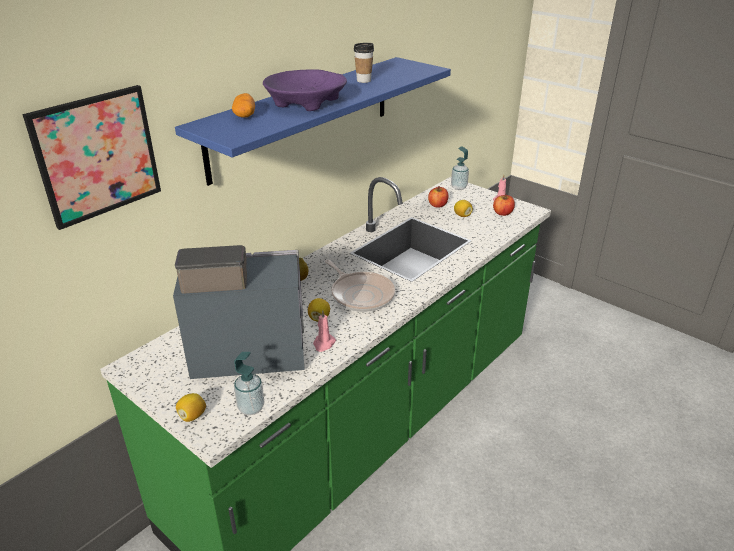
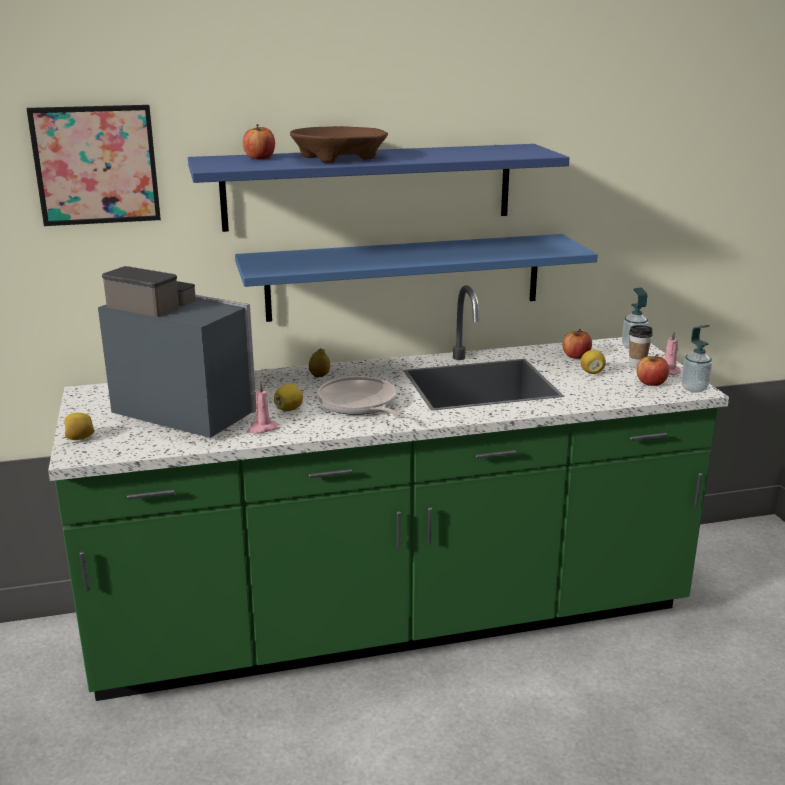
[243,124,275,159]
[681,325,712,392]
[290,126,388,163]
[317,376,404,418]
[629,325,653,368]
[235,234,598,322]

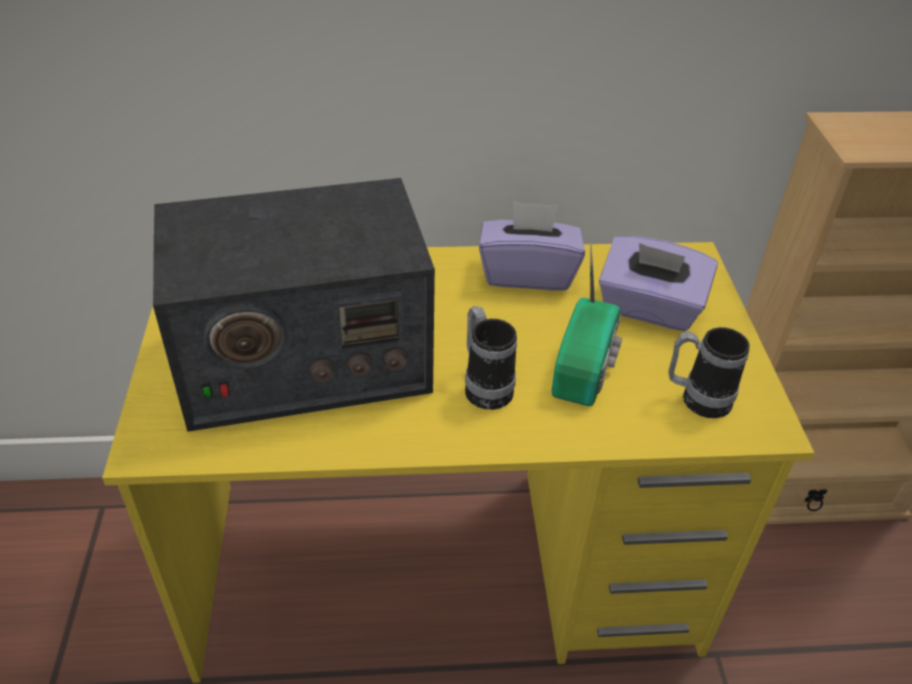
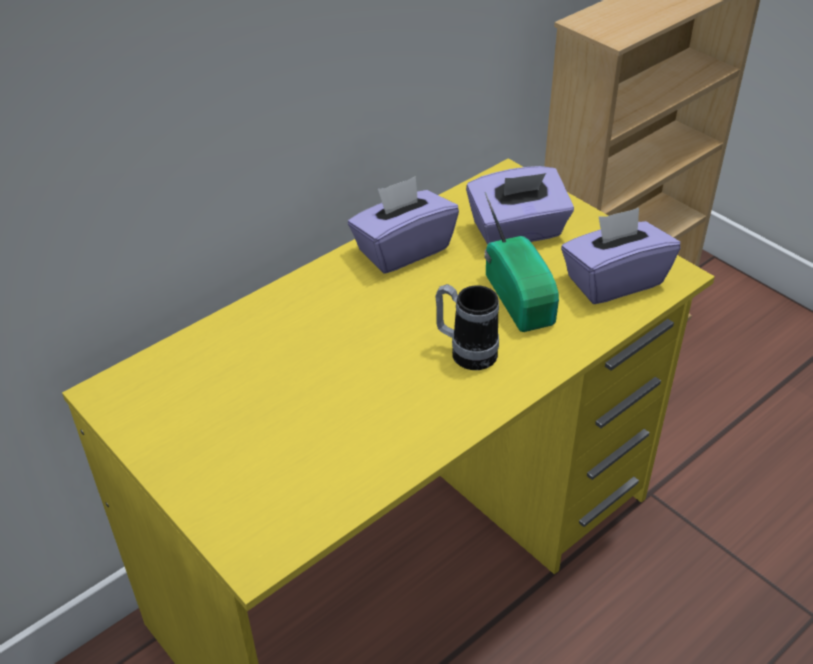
[153,178,435,432] (first image)
[561,208,680,304]

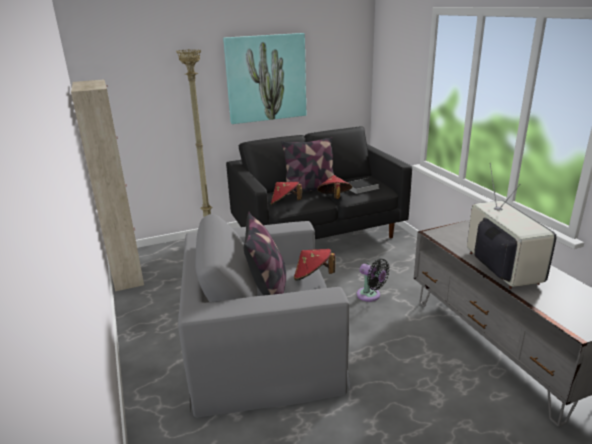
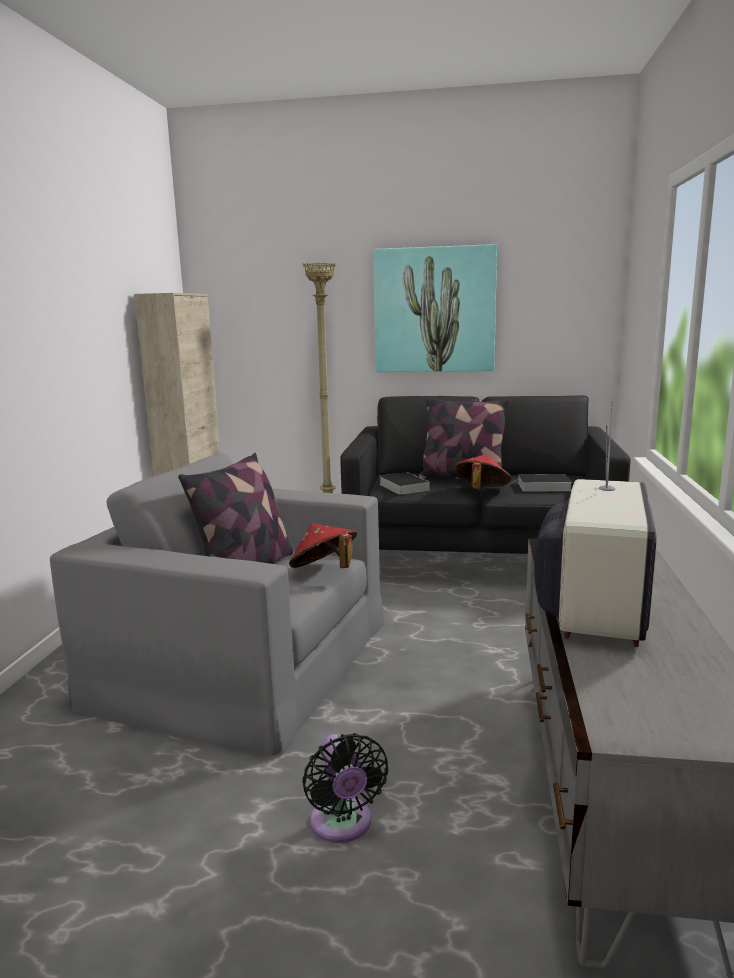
[379,472,430,495]
[302,733,388,843]

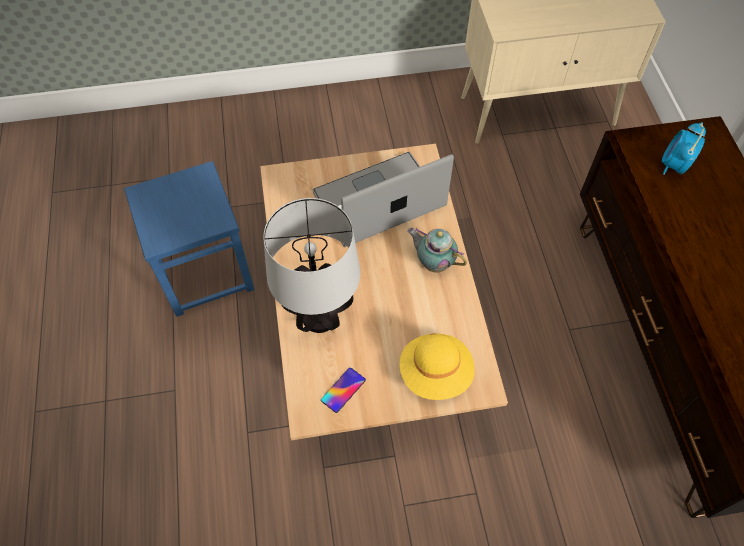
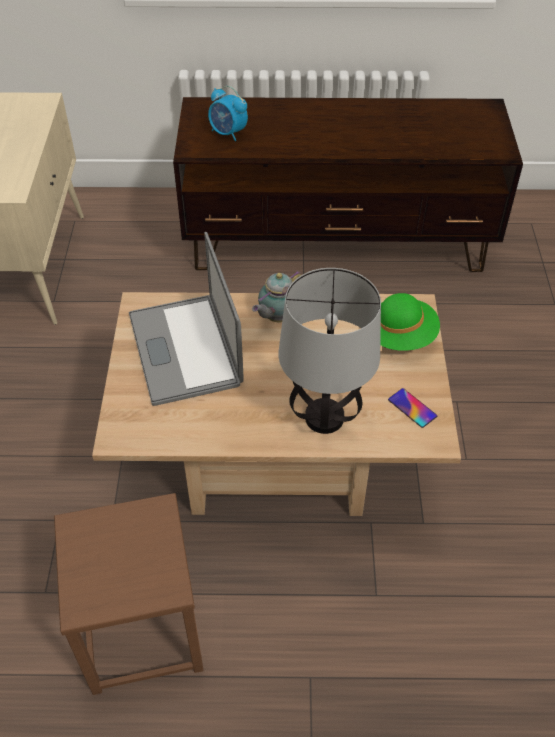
[54,493,204,695]
[380,293,440,351]

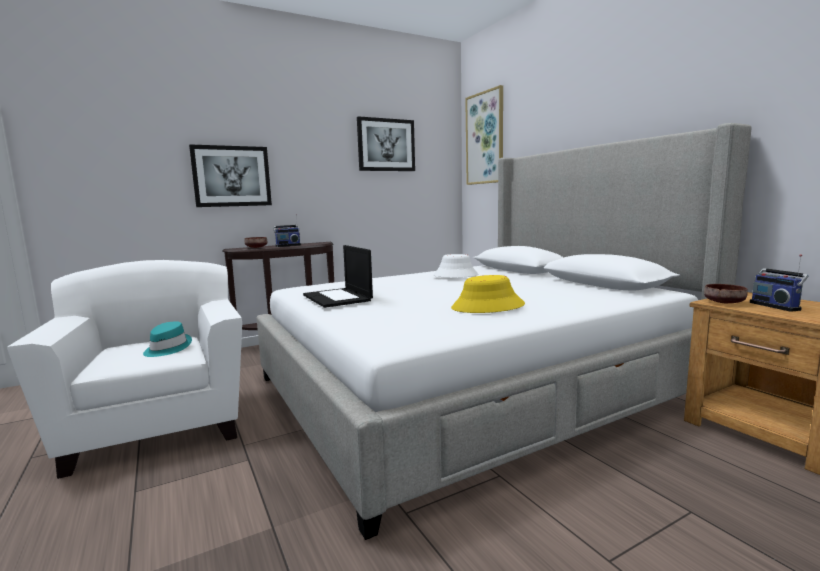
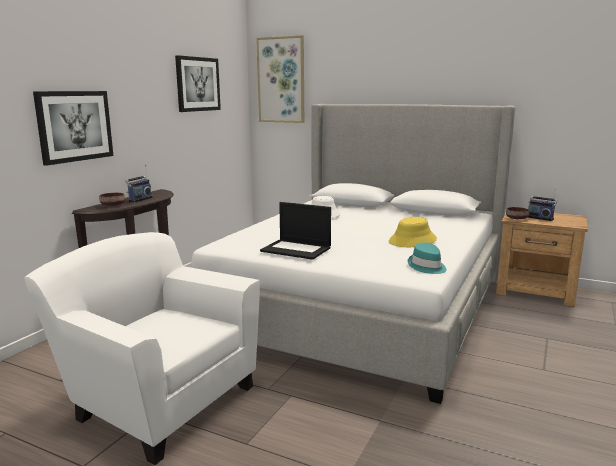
[408,243,447,274]

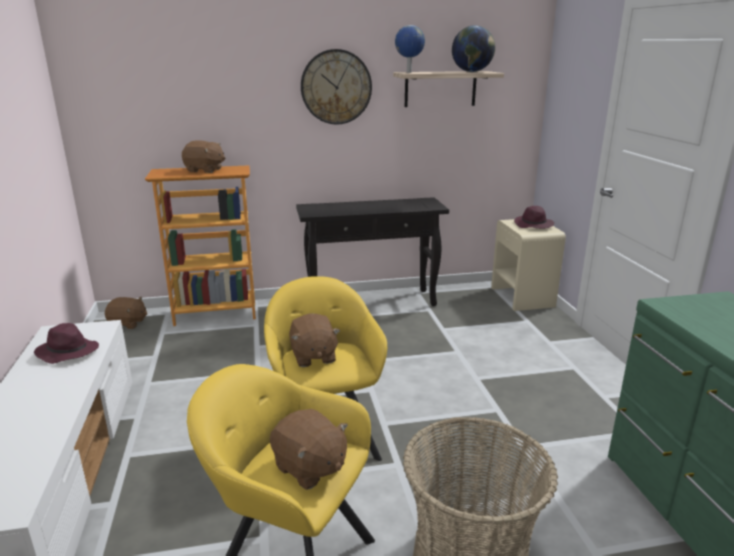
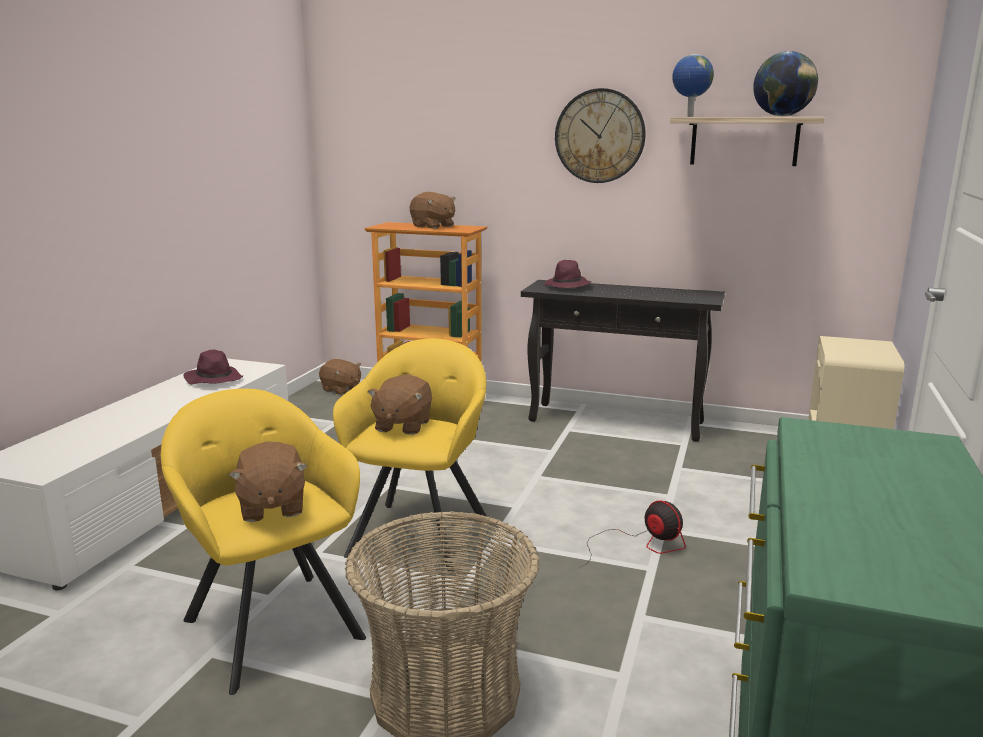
[544,260,592,288]
[579,500,686,568]

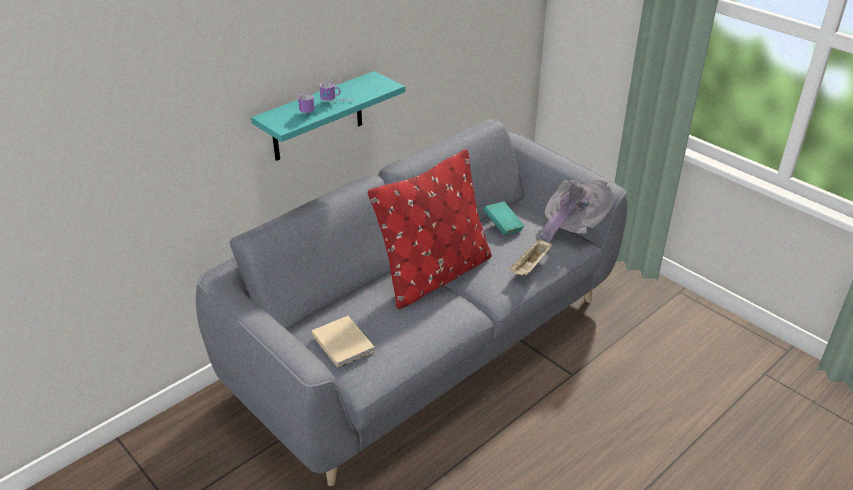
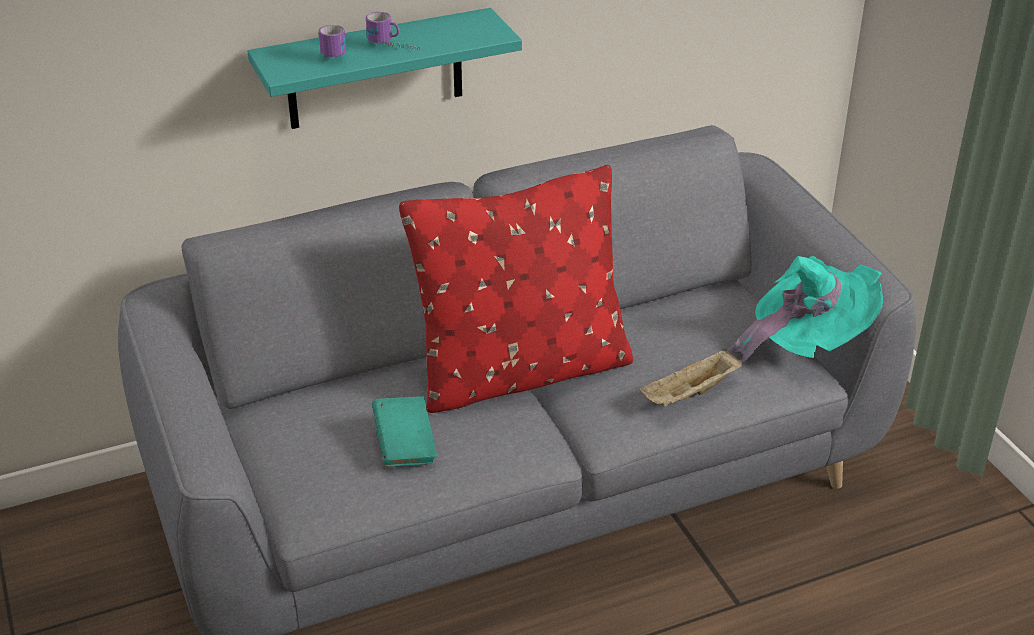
[312,316,375,368] (first image)
[372,396,437,467]
[730,256,883,366]

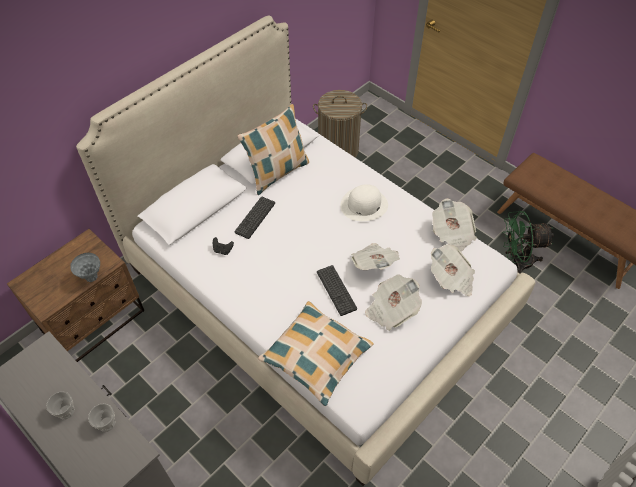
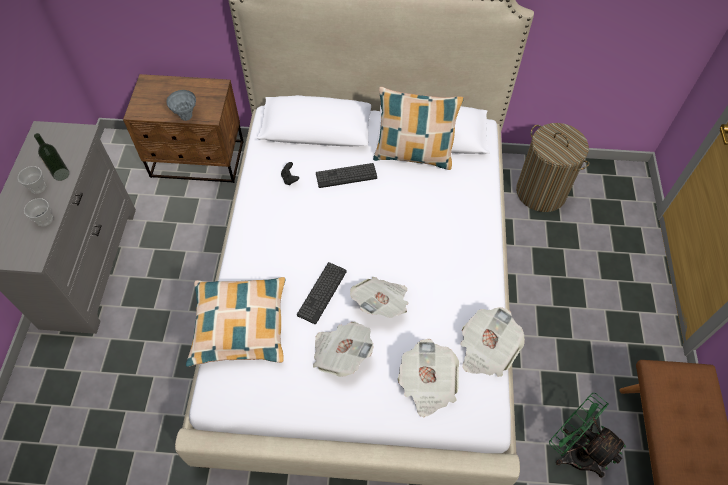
[340,184,388,221] (first image)
[34,133,69,181]

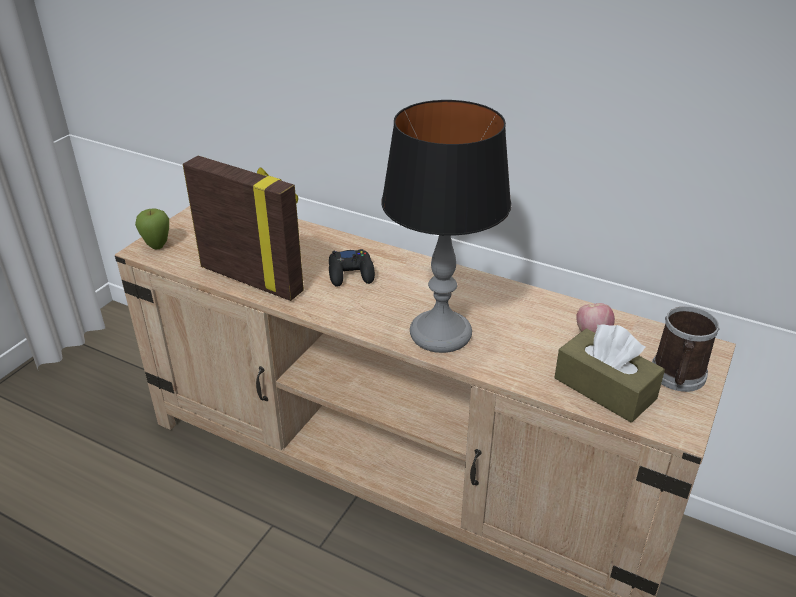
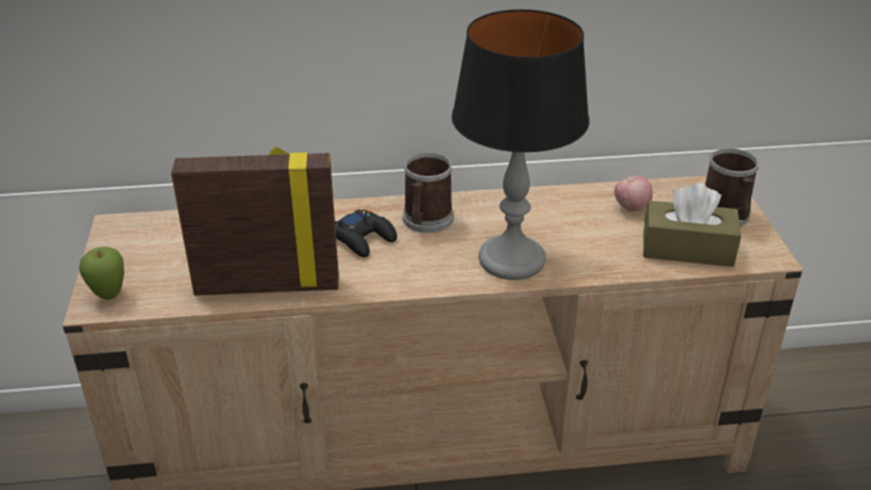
[403,153,454,233]

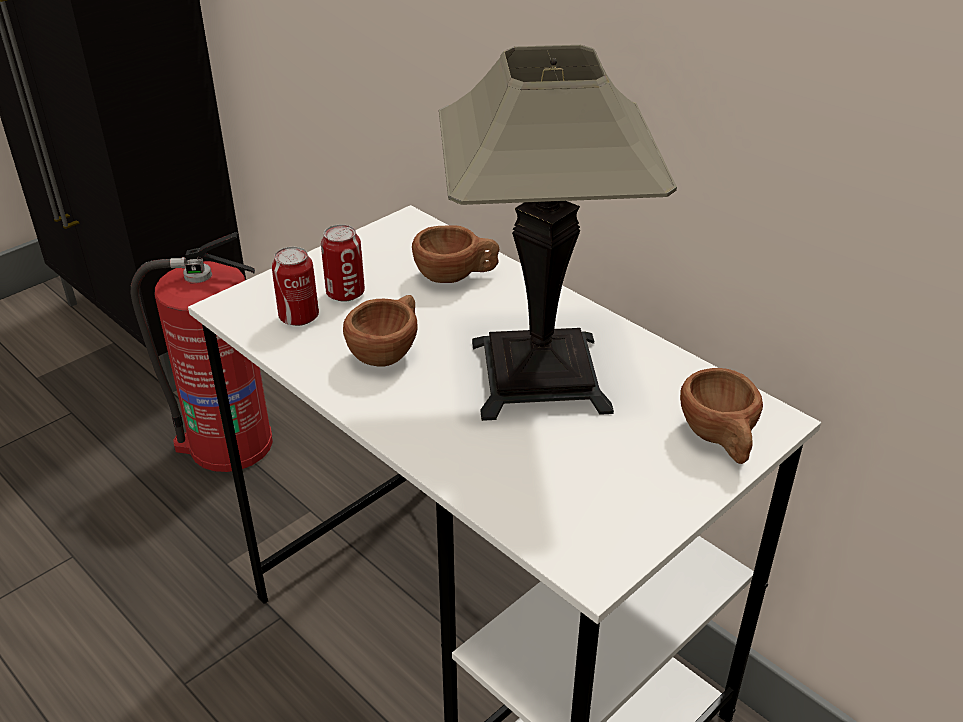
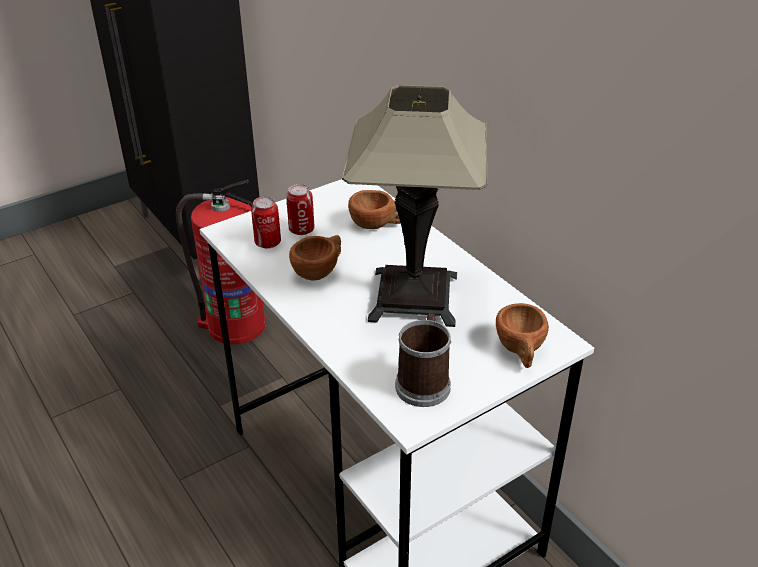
[395,313,451,407]

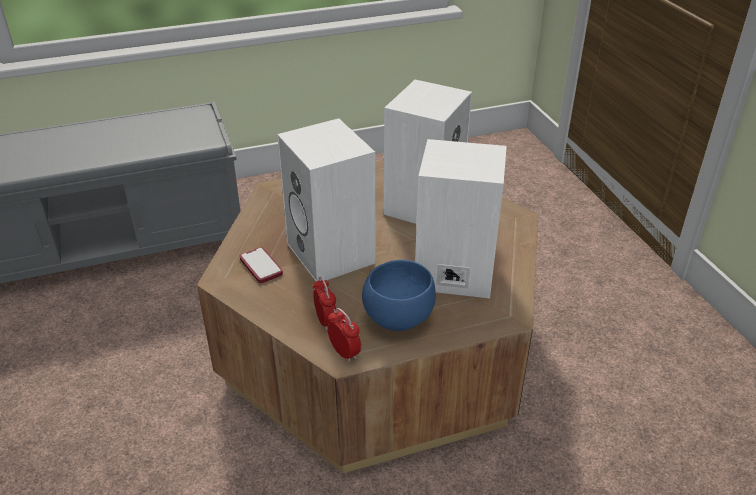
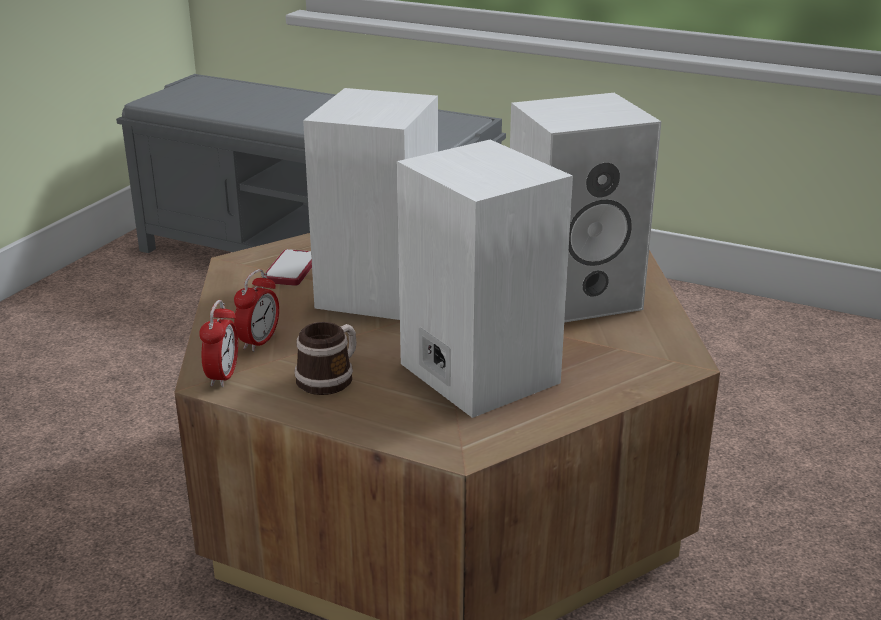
[295,322,357,395]

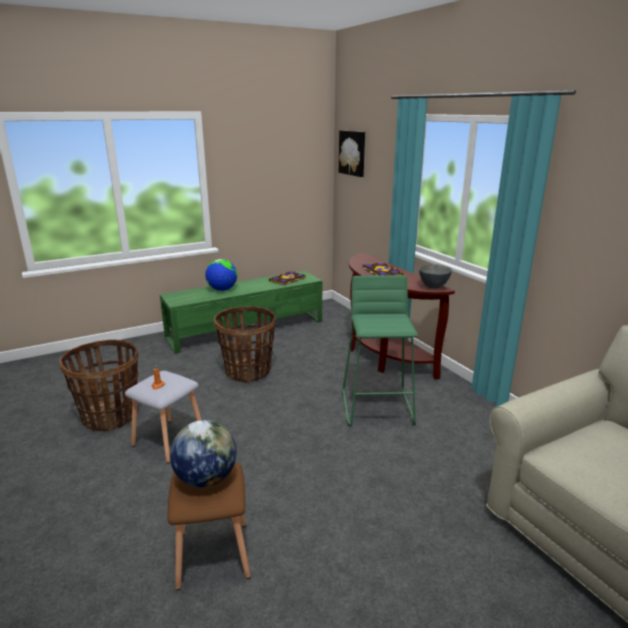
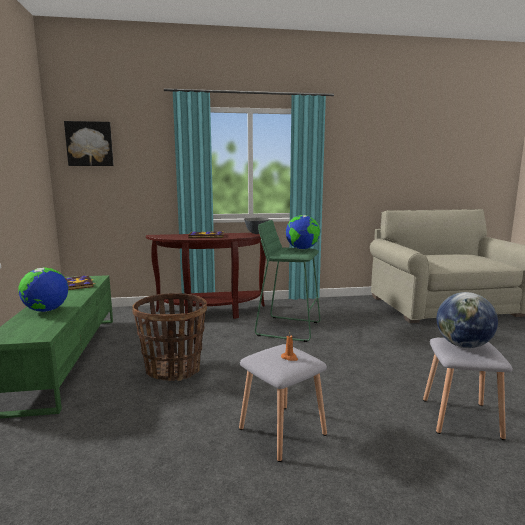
[60,340,138,431] (first image)
[423,338,513,440]
[286,215,320,250]

